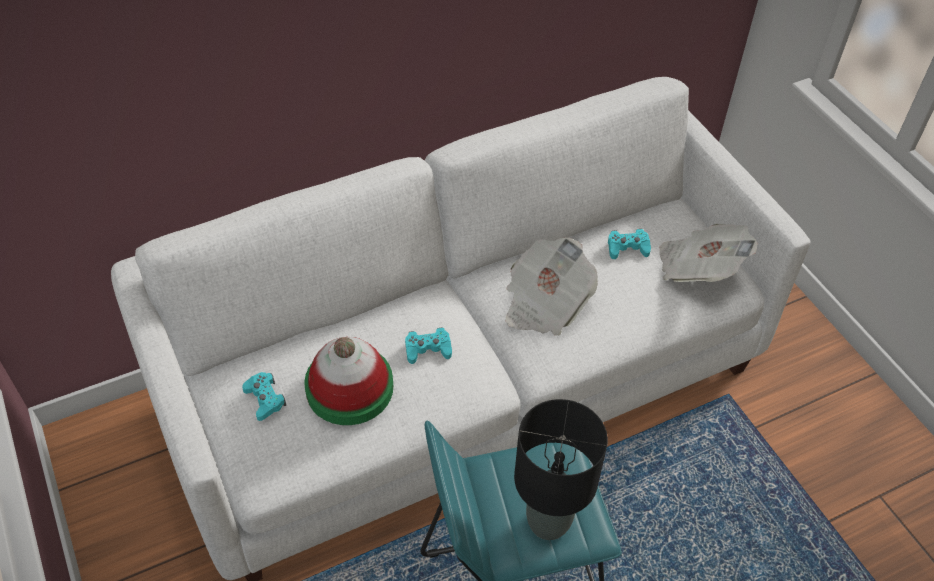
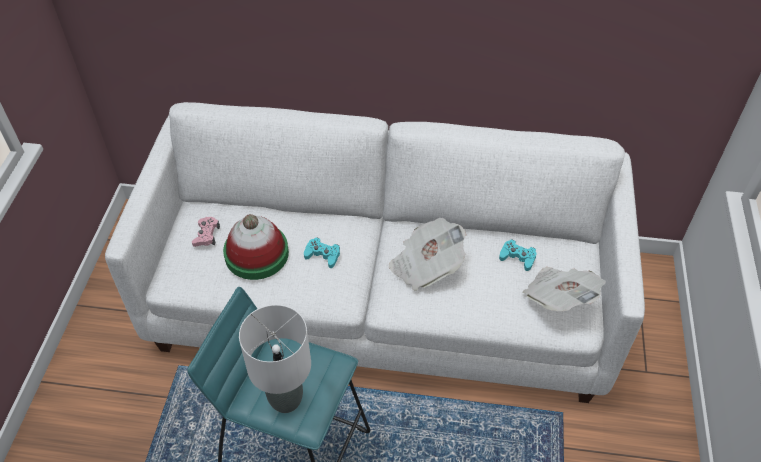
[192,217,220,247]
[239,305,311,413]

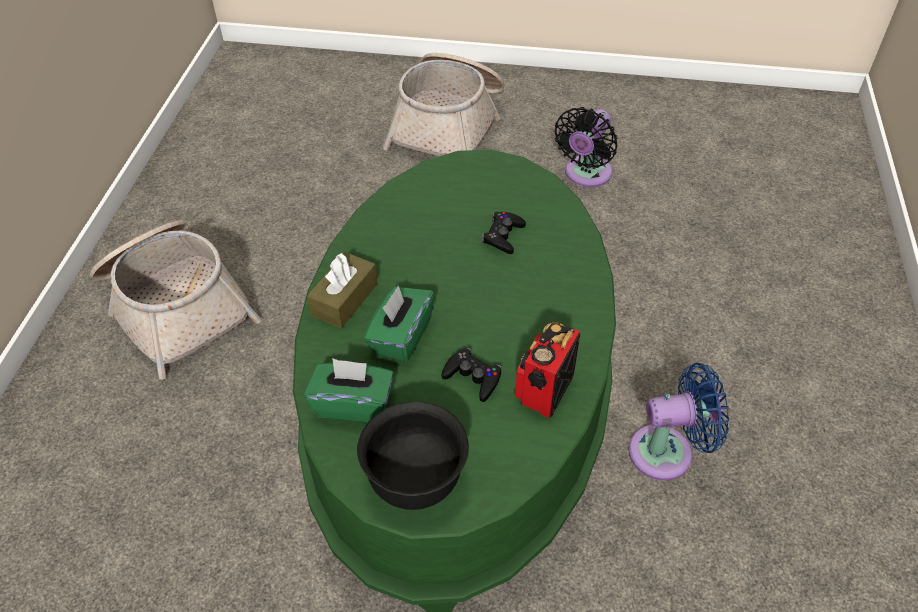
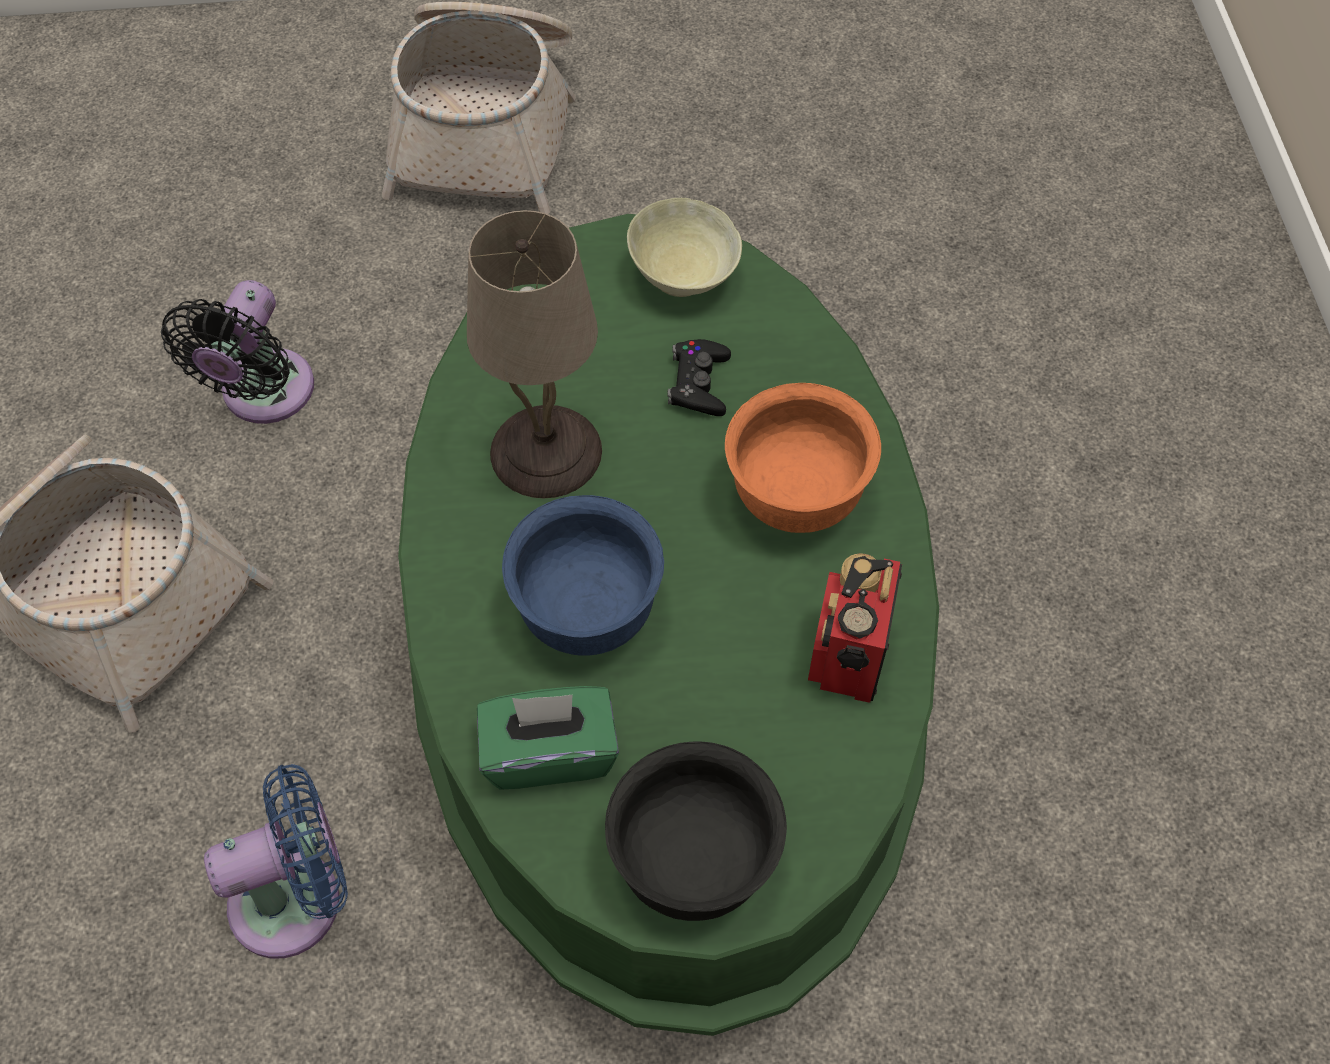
[307,252,378,328] (first image)
[502,495,664,656]
[442,348,502,402] (first image)
[161,280,314,424]
[204,764,348,959]
[467,210,602,498]
[627,198,742,297]
[725,383,881,533]

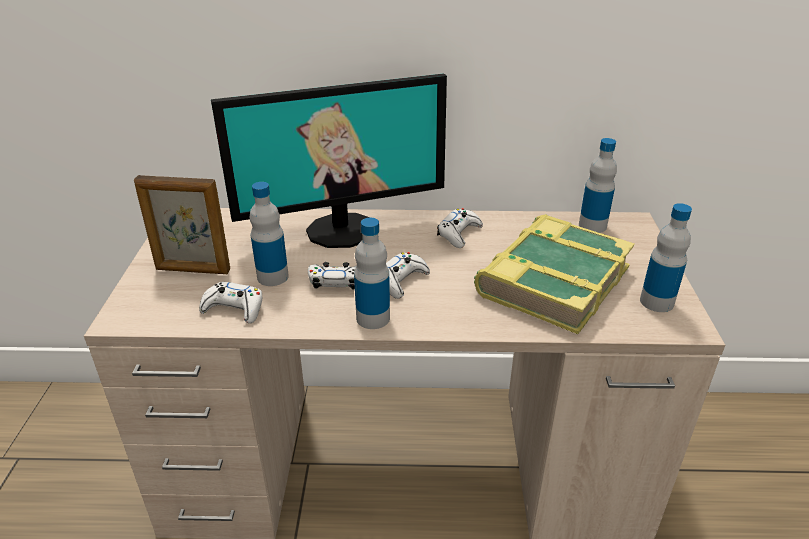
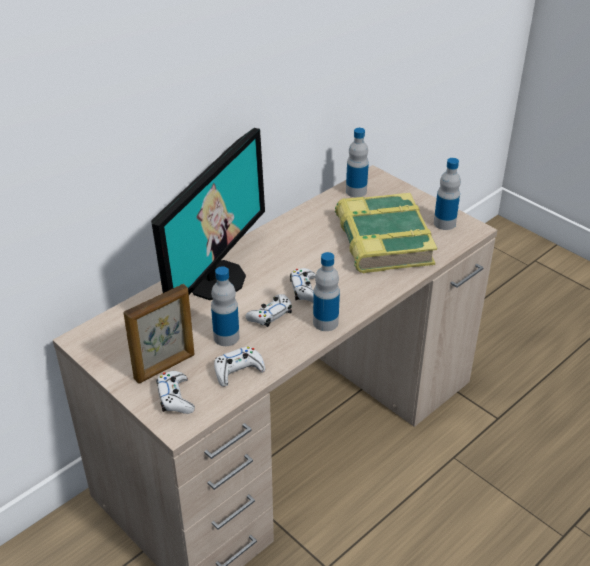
[156,371,195,414]

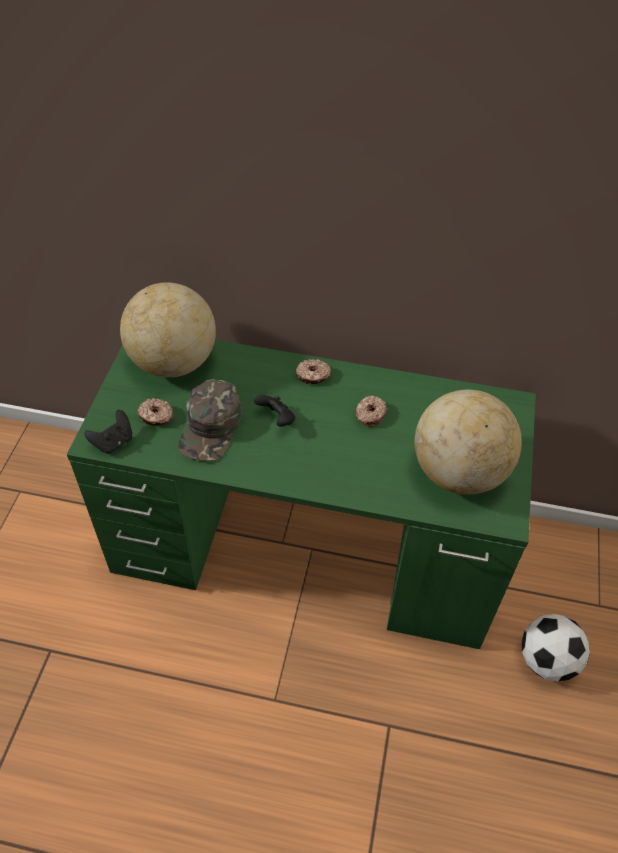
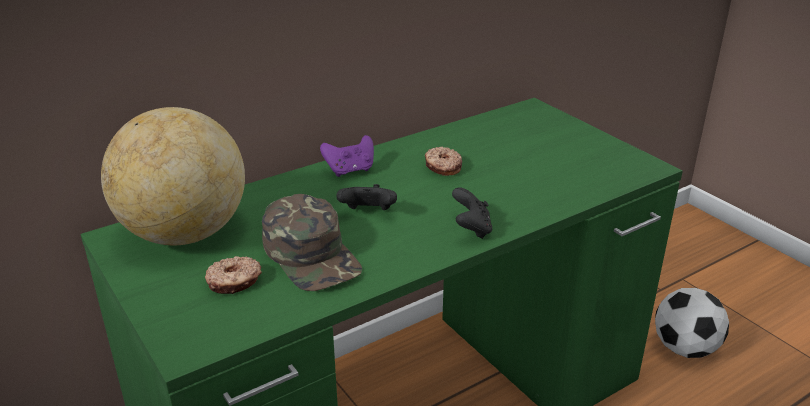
[452,187,492,239]
[320,135,374,177]
[415,390,522,495] (first image)

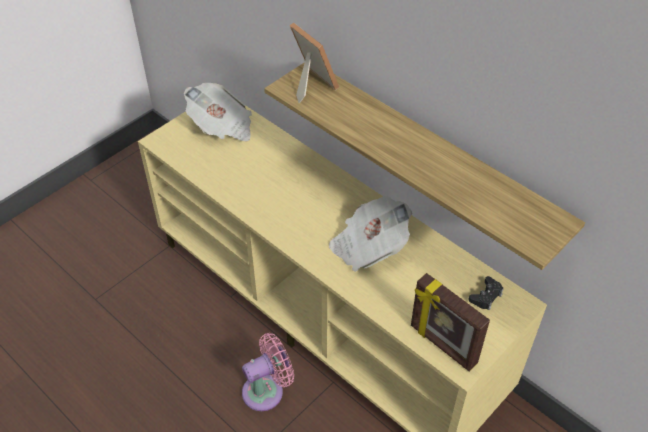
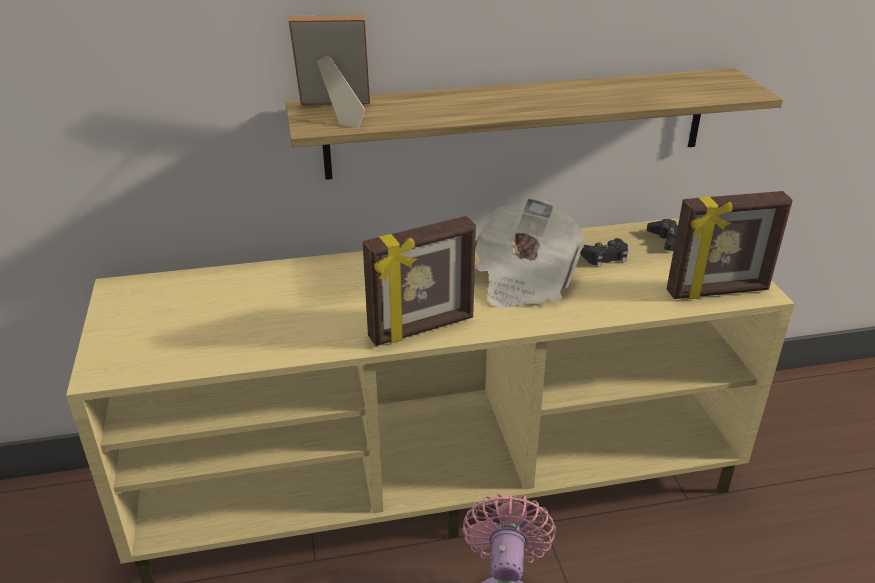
[184,83,252,142] (first image)
[363,216,476,346]
[580,238,628,267]

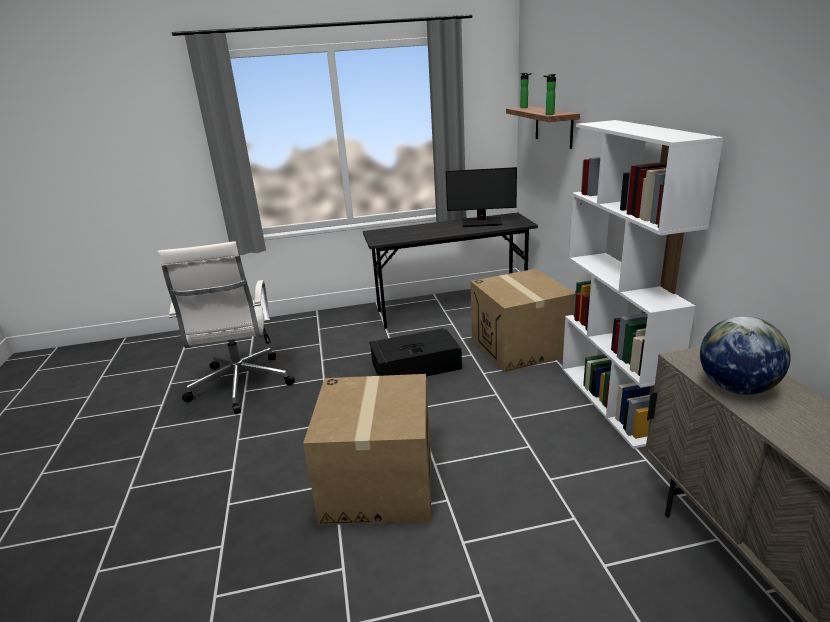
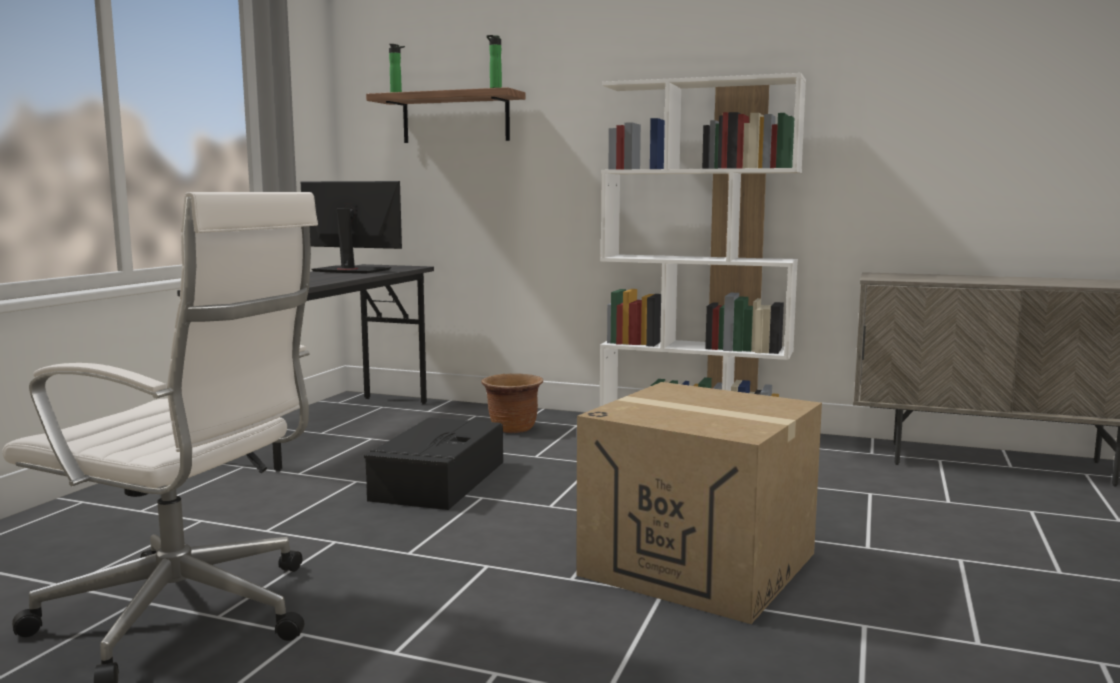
[300,181,402,274]
[482,373,543,433]
[700,316,791,395] (first image)

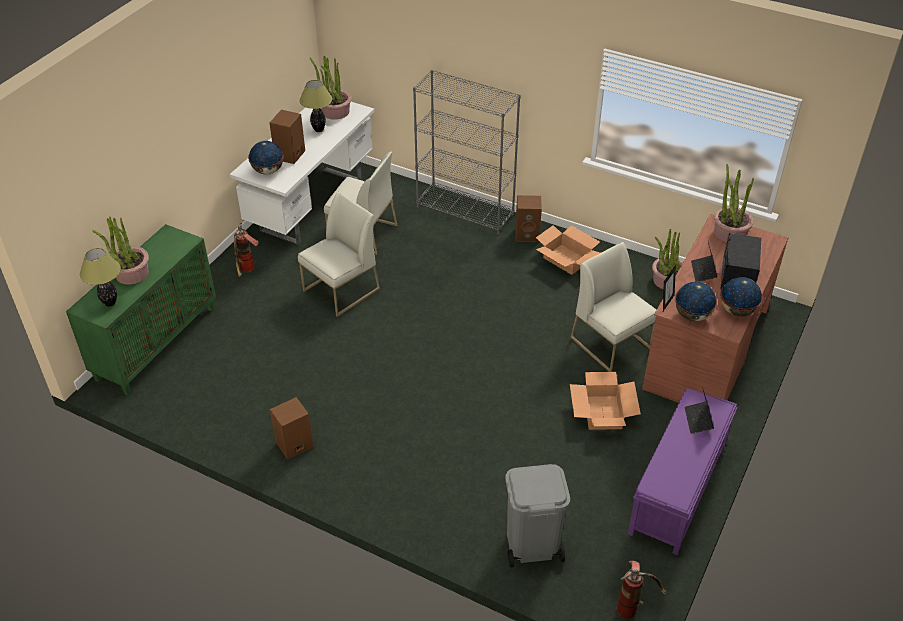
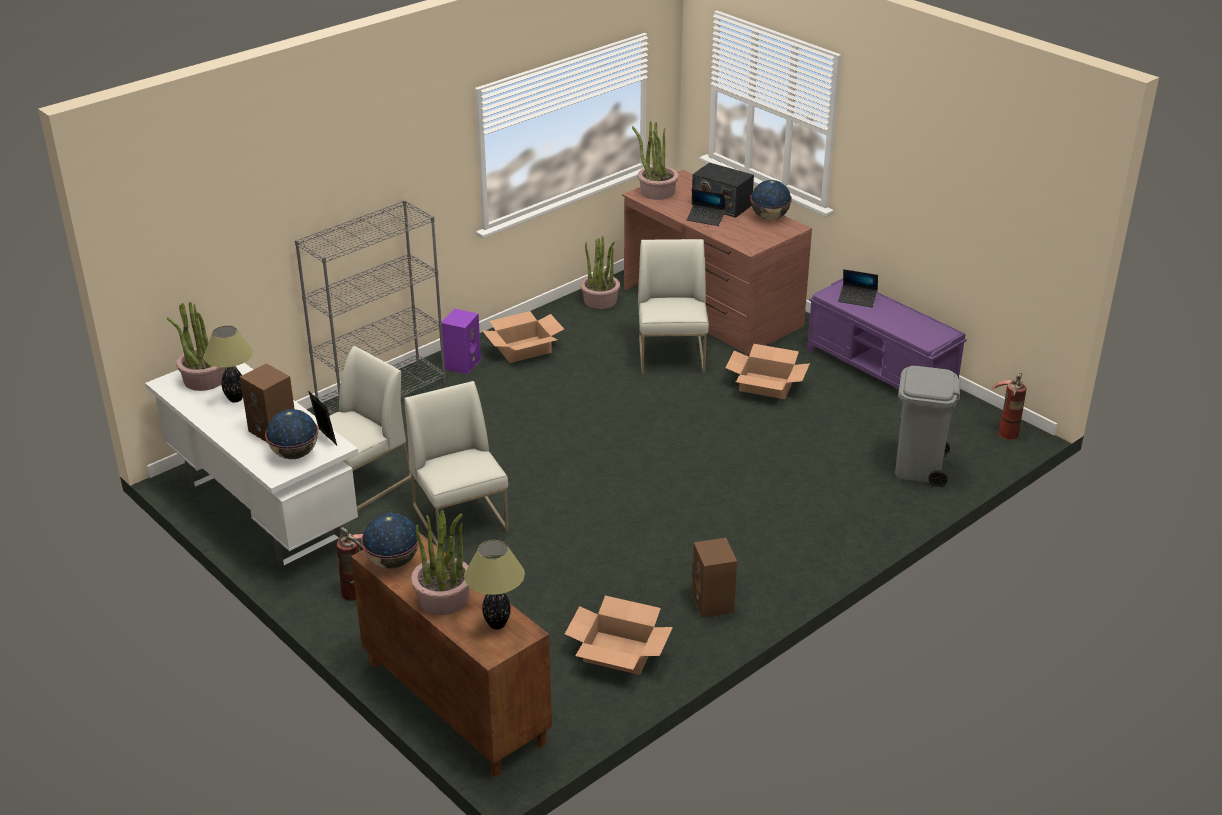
[351,533,552,778]
[441,308,481,374]
[638,239,709,374]
[308,391,337,445]
[361,513,420,569]
[565,596,673,675]

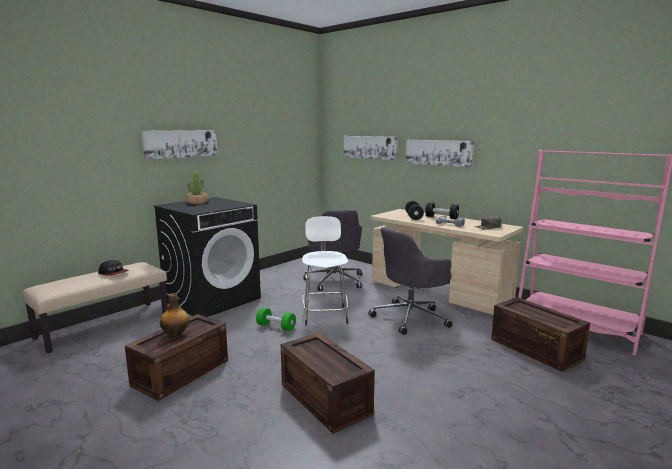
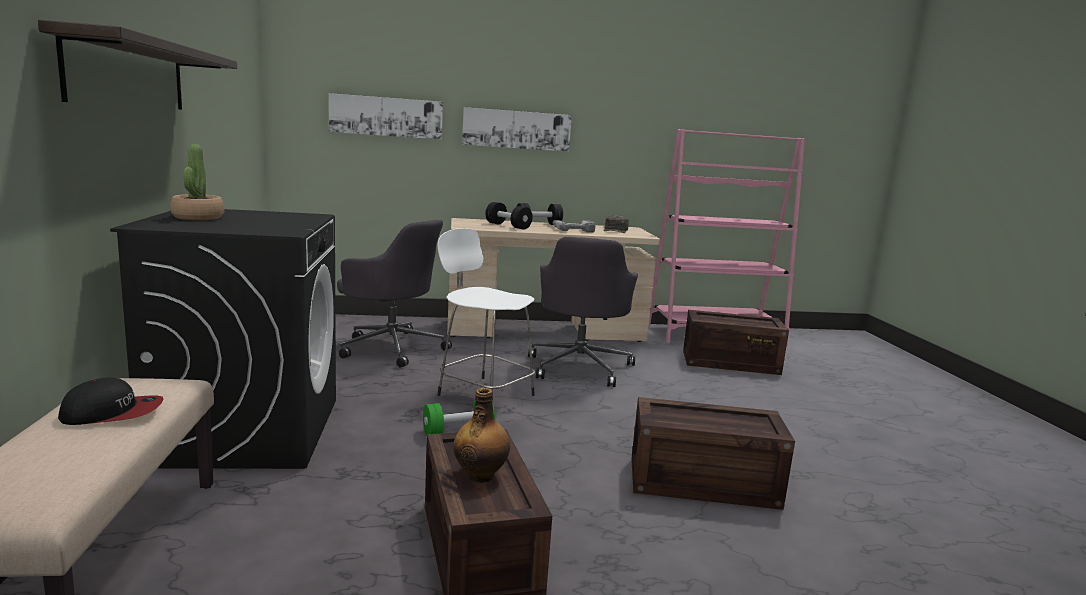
[38,20,237,109]

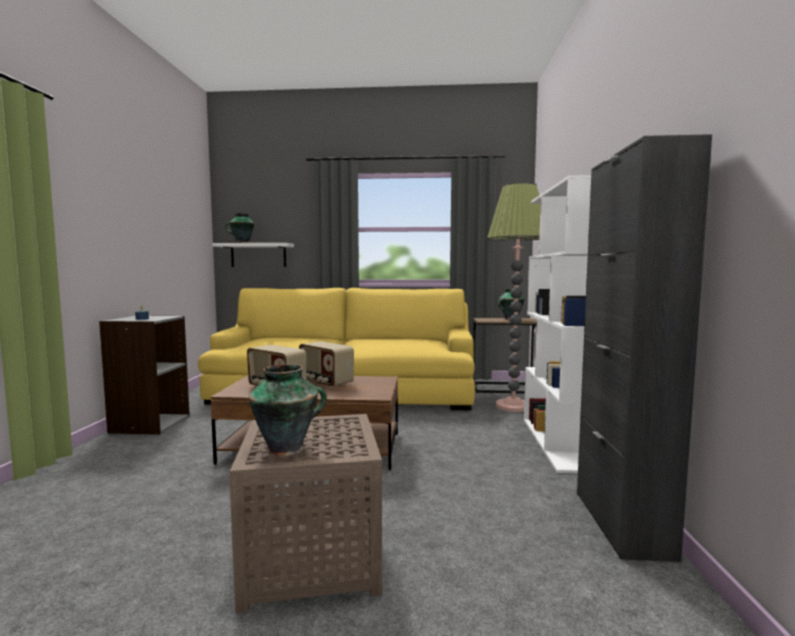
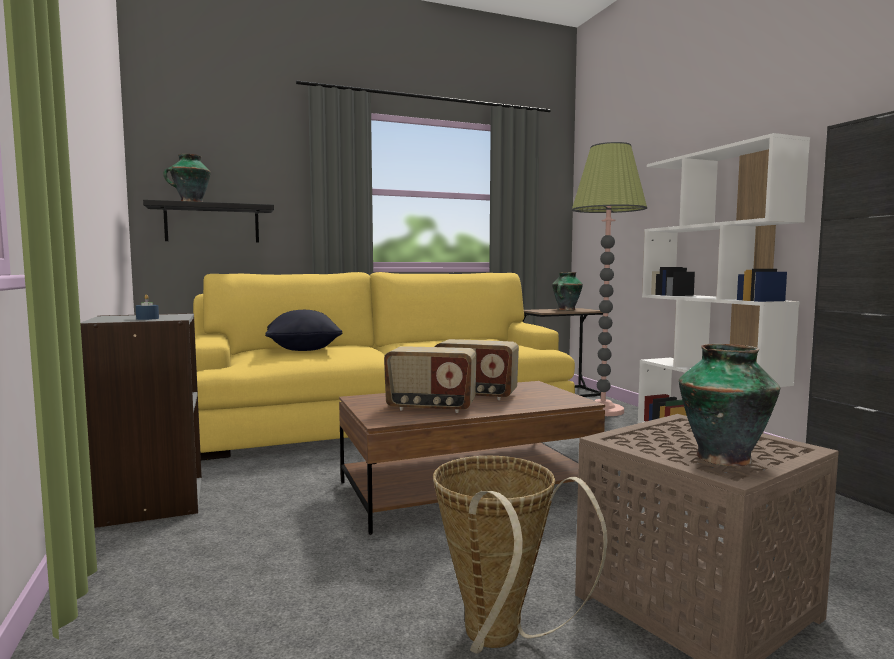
[143,200,274,243]
[265,310,342,351]
[433,456,608,654]

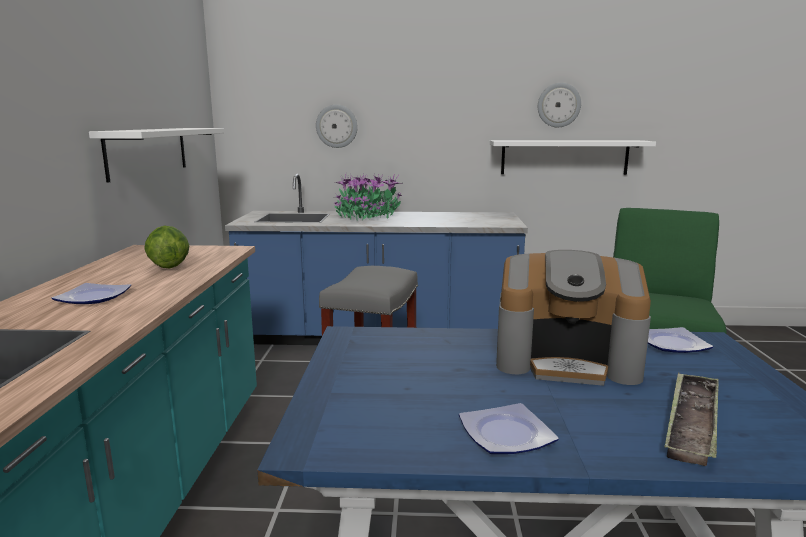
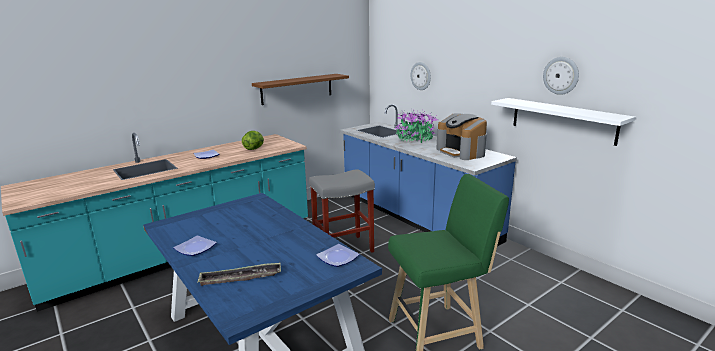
[252,74,349,105]
[436,113,487,160]

